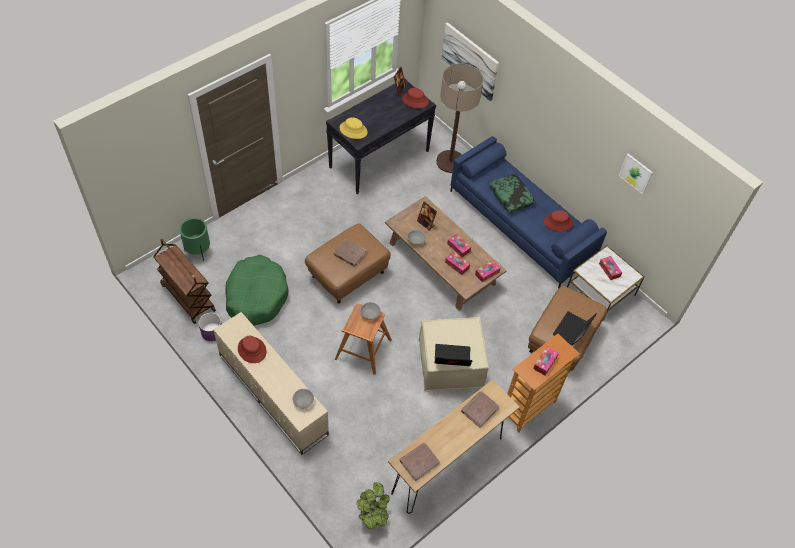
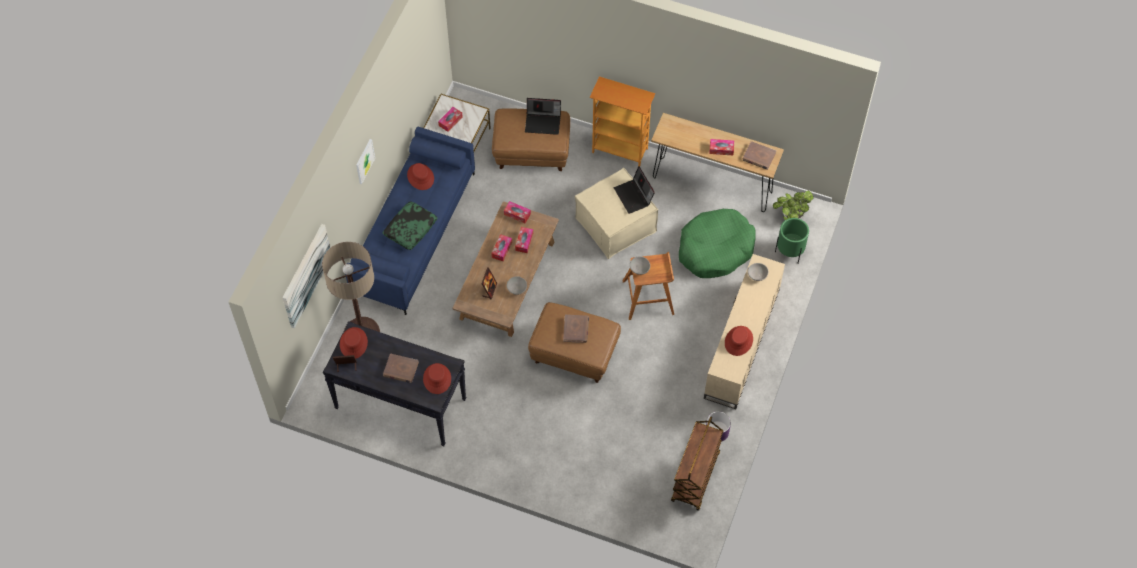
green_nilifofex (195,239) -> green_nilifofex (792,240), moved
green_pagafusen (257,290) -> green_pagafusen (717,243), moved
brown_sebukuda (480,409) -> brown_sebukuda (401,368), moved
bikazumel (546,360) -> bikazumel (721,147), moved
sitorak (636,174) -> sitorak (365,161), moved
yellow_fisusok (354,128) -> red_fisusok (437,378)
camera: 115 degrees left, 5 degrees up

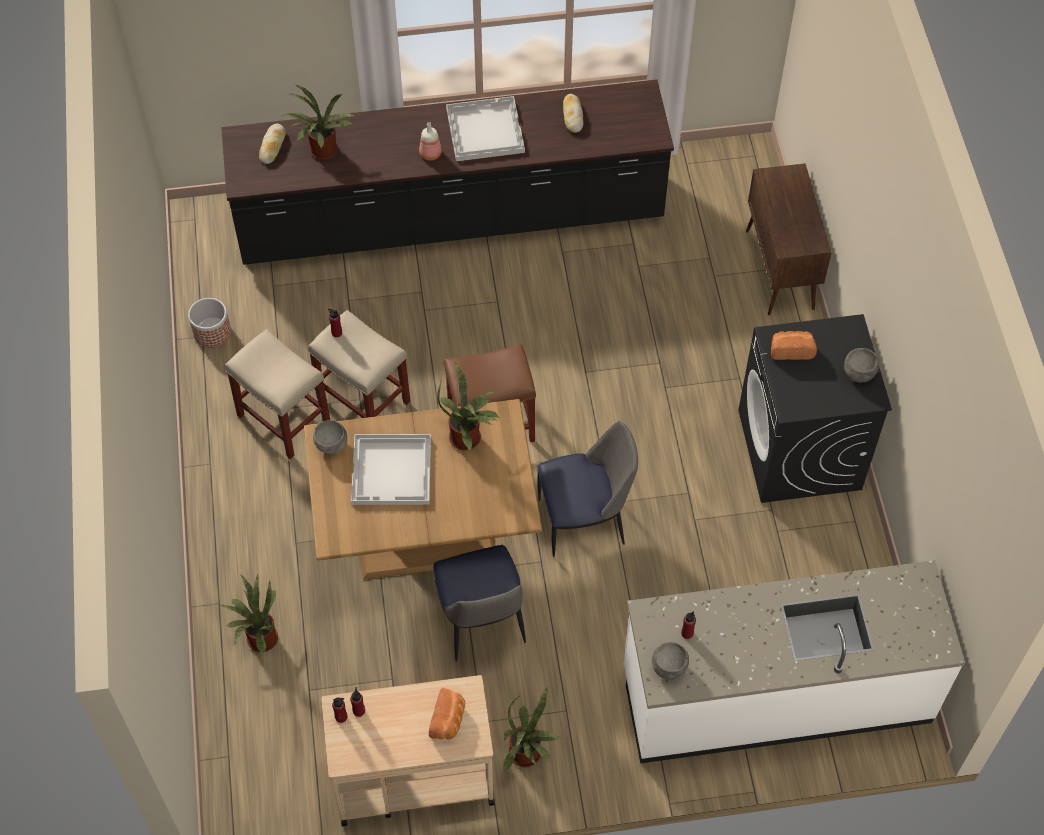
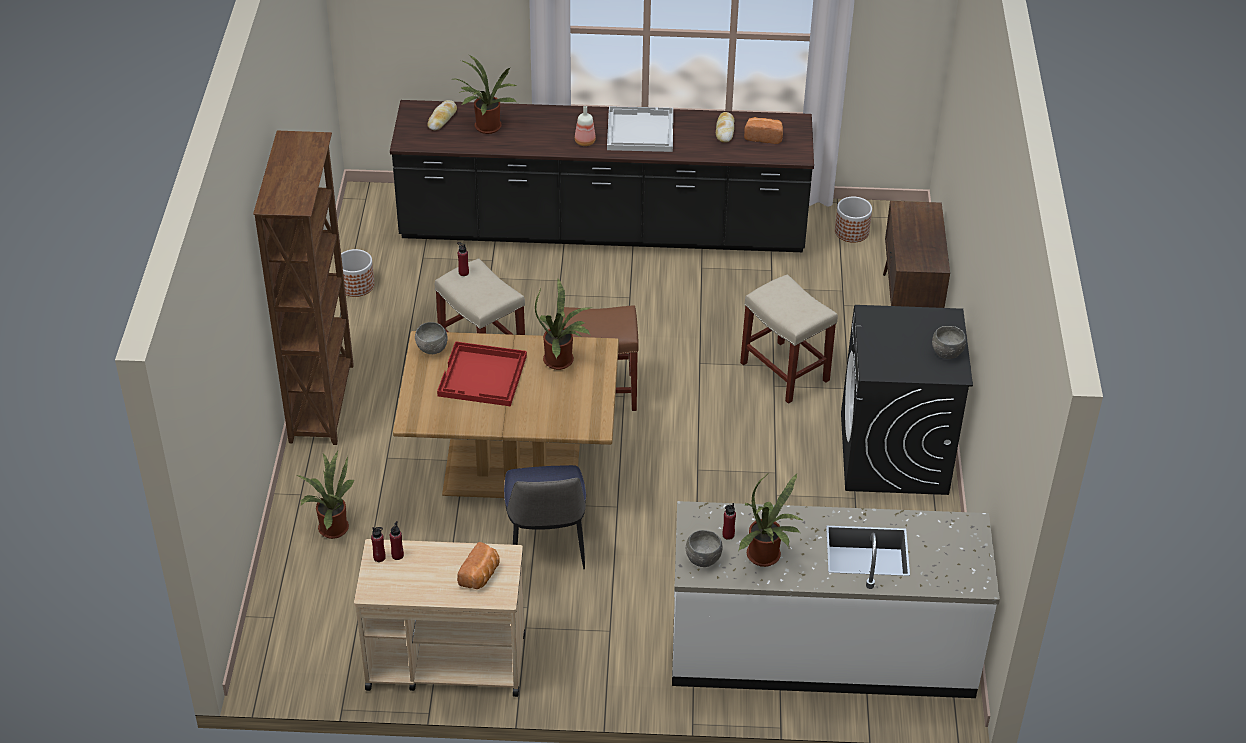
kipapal (587,489) -> none
none -> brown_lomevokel (303,288)
none -> nilifofex (853,220)
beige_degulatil (277,394) -> beige_degulatil (789,339), moved
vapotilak (531,729) -> vapotilak (771,520), moved
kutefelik (794,345) -> kutefelik (763,130), moved
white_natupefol (391,469) -> red_natupefol (482,373)
camera: 10 degrees right, 15 degrees down

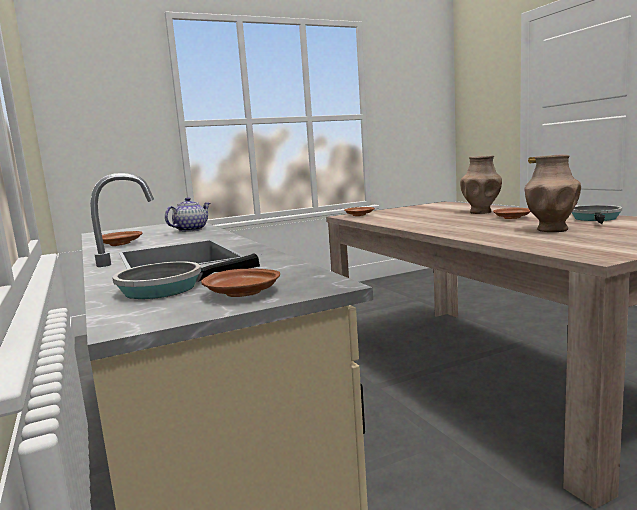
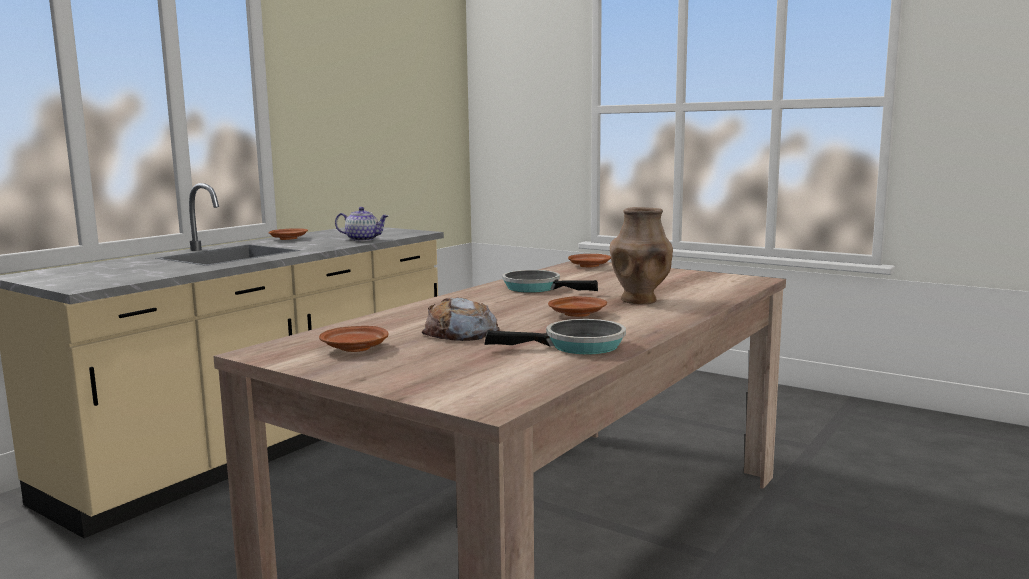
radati (186,276) -> radati (550,281), moved
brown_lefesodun (240,282) -> brown_lefesodun (354,339), moved
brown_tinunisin (552,193) -> kutefelik (461,319)
camera: 60 degrees right, 0 degrees up

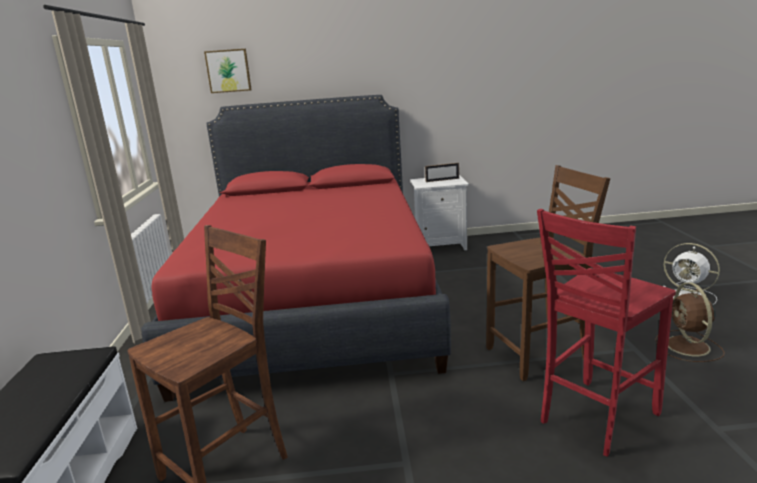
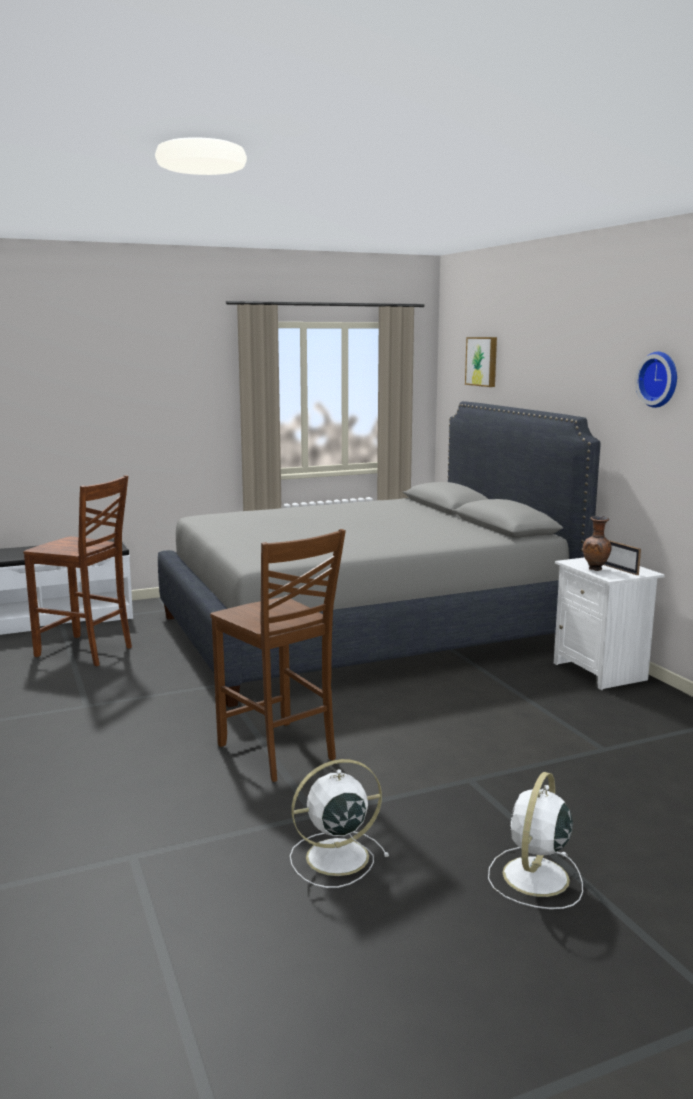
red_kipapal (606,333) -> none
none -> brown_tinunisin (597,543)
none -> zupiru (656,380)
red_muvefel (296,248) -> grey_muvefel (379,554)
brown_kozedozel (690,322) -> white_kozedozel (339,823)
camera: 70 degrees right, 5 degrees down

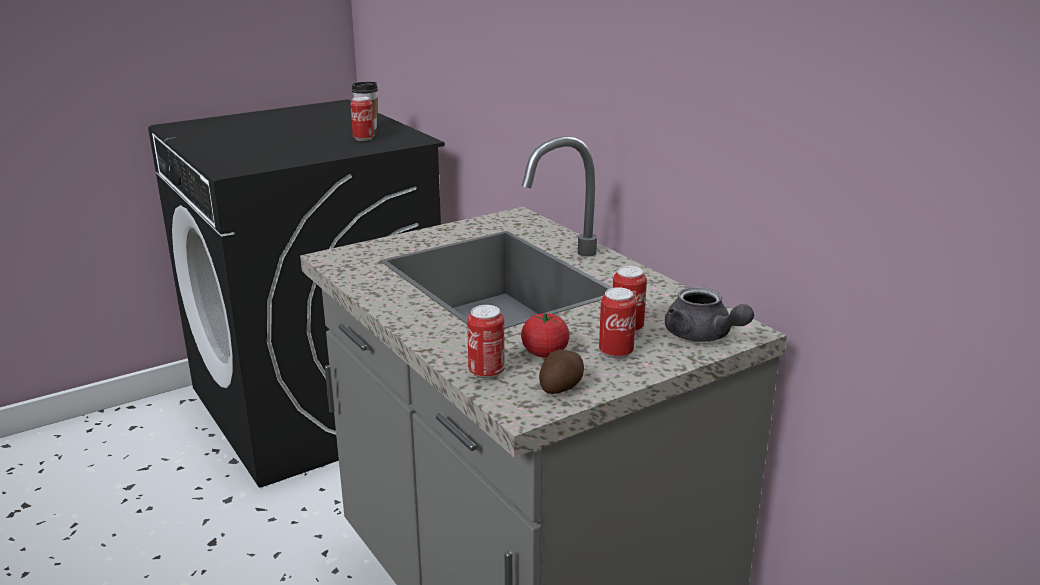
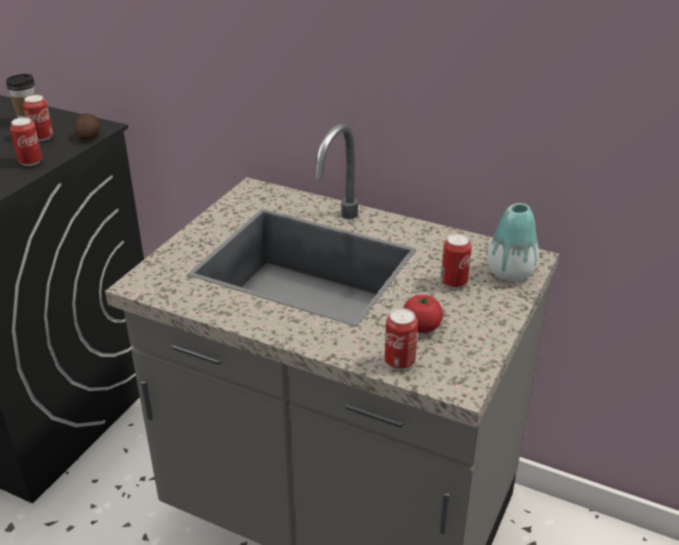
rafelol (561,371) -> rafelol (88,126), moved
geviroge (618,323) -> geviroge (26,141), moved
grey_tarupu (709,314) -> tinunisin (513,242)
camera: 30 degrees left, 10 degrees up

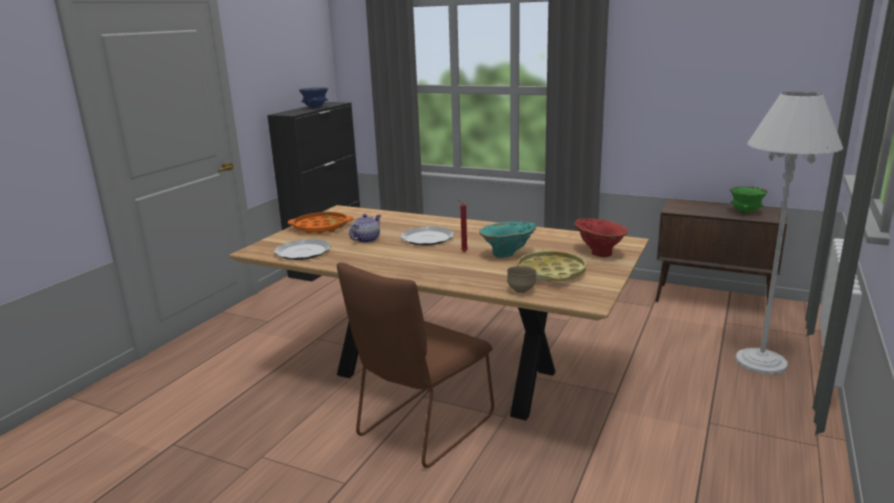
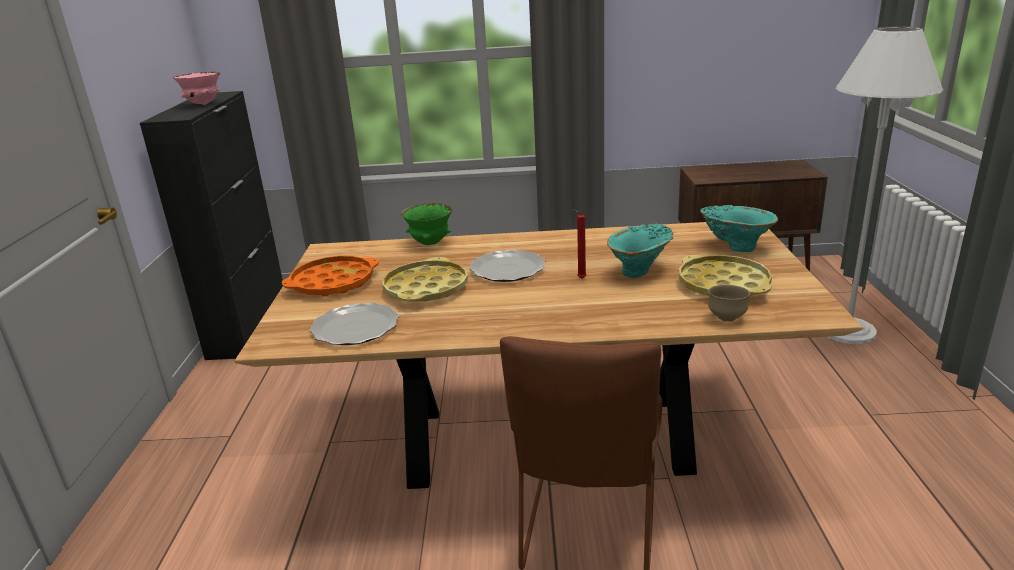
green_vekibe (748,199) -> green_vekibe (426,224), moved
tarupu (365,228) -> yellow_natupefol (425,279)
blue_vekibe (314,98) -> pink_vekibe (196,89)
red_tinunisin (601,237) -> turquoise_tinunisin (739,228)
camera: 25 degrees left, 5 degrees up

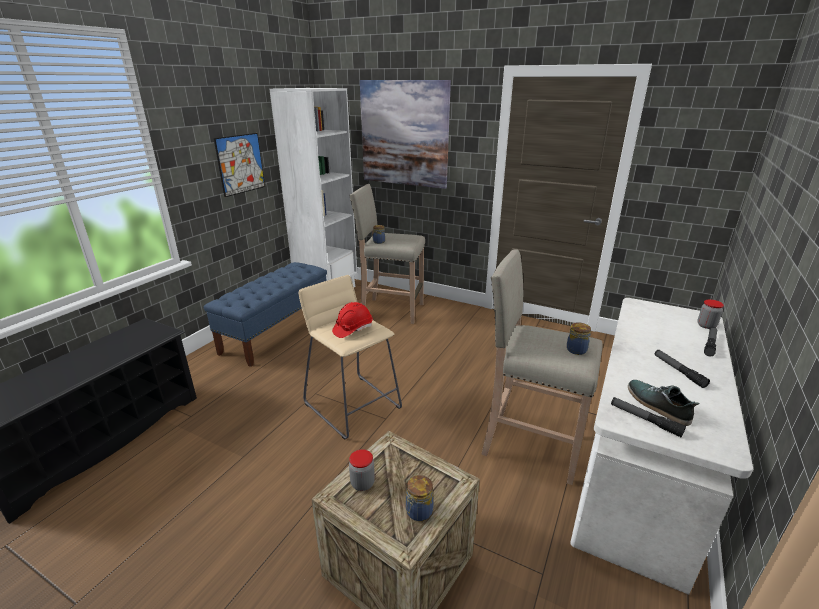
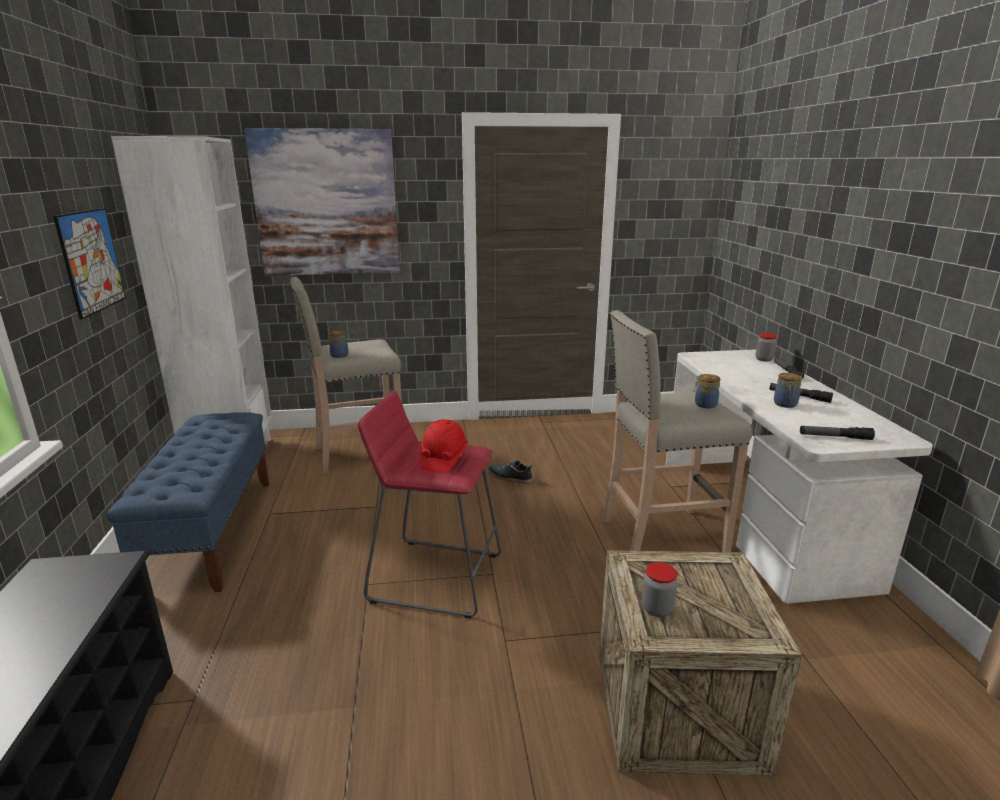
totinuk (419,498) -> totinuk (788,390), moved
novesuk (664,403) -> novesuk (510,472), moved
beige_degulatil (350,357) -> red_degulatil (429,504)
camera: 35 degrees left, 5 degrees down

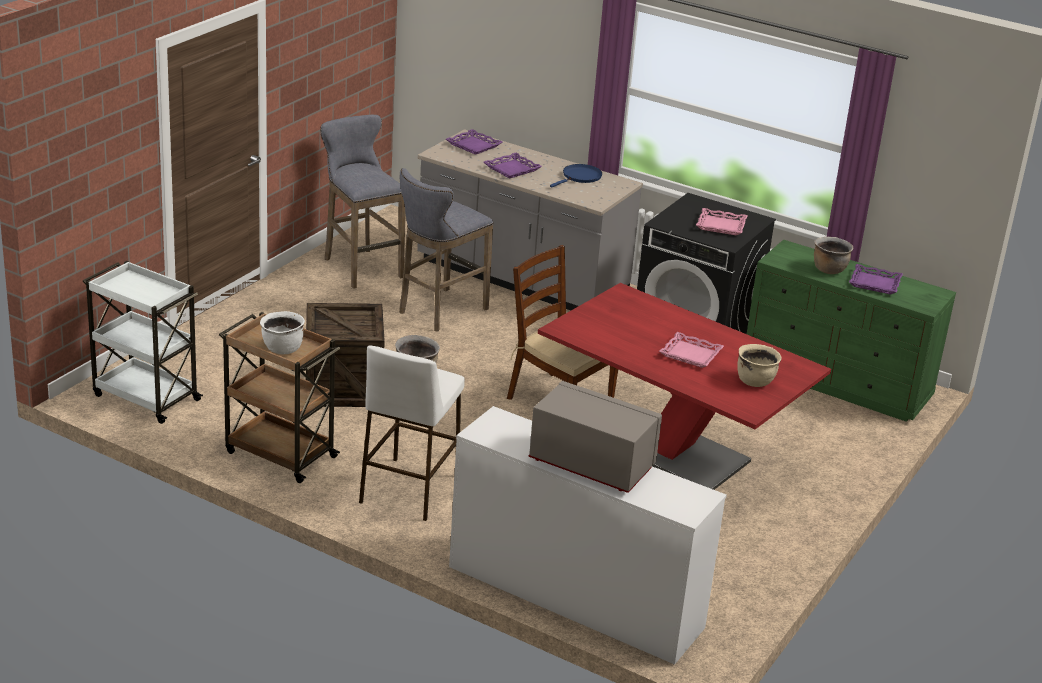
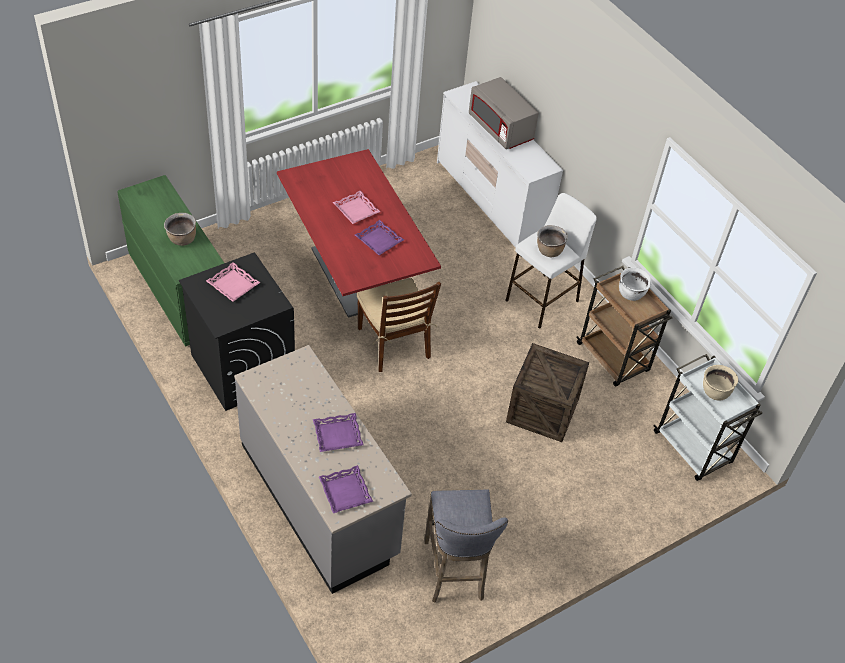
grey_degulatil (446,250) -> none
blue_radati (576,176) -> none
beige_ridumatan (759,365) -> beige_ridumatan (720,382), moved
purple_natupefol (876,279) -> purple_natupefol (379,237), moved
camera: 155 degrees left, 20 degrees up

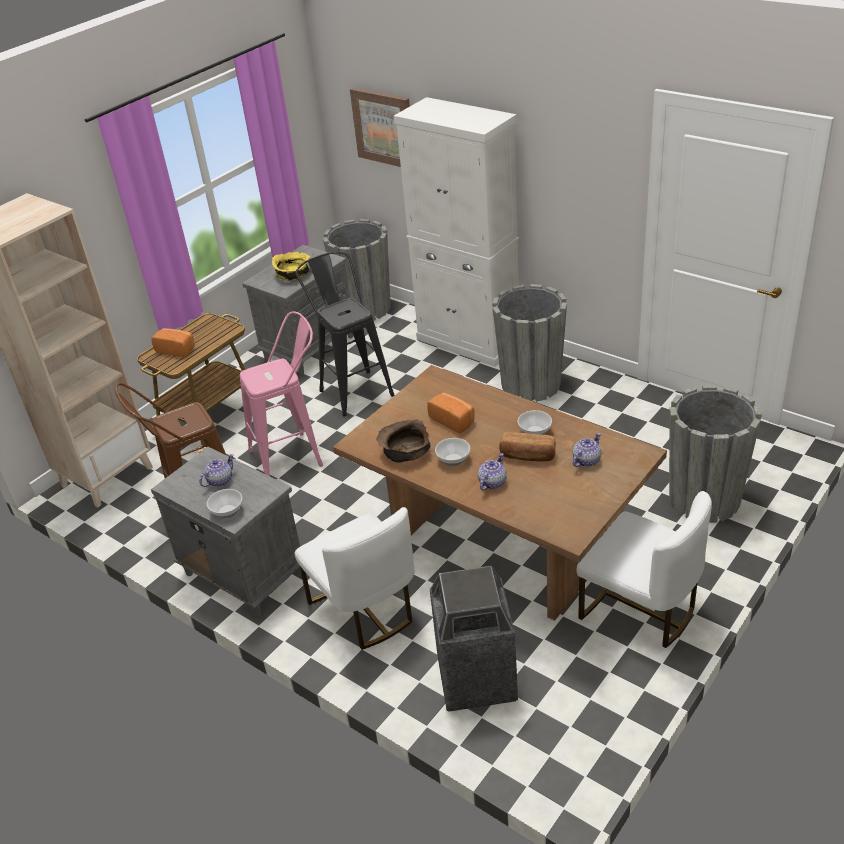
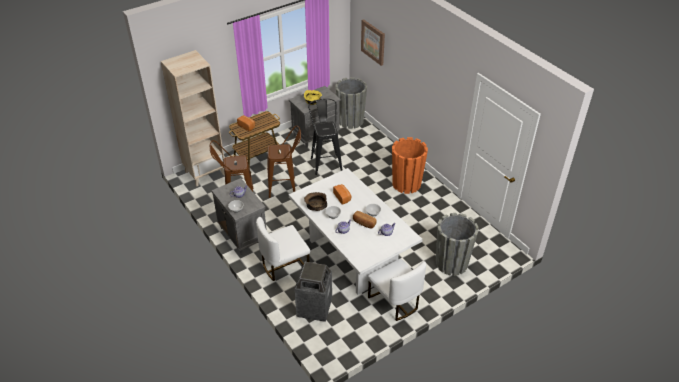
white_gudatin (456,232) -> none
pink_degulatil (281,393) -> brown_degulatil (284,162)
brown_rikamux (500,493) -> white_rikamux (355,231)
grey_nilifofex (529,343) -> orange_nilifofex (410,165)
white_kipapal (354,578) -> white_kipapal (283,249), 75 degrees clockwise
camera: 15 degrees right, 5 degrees up

